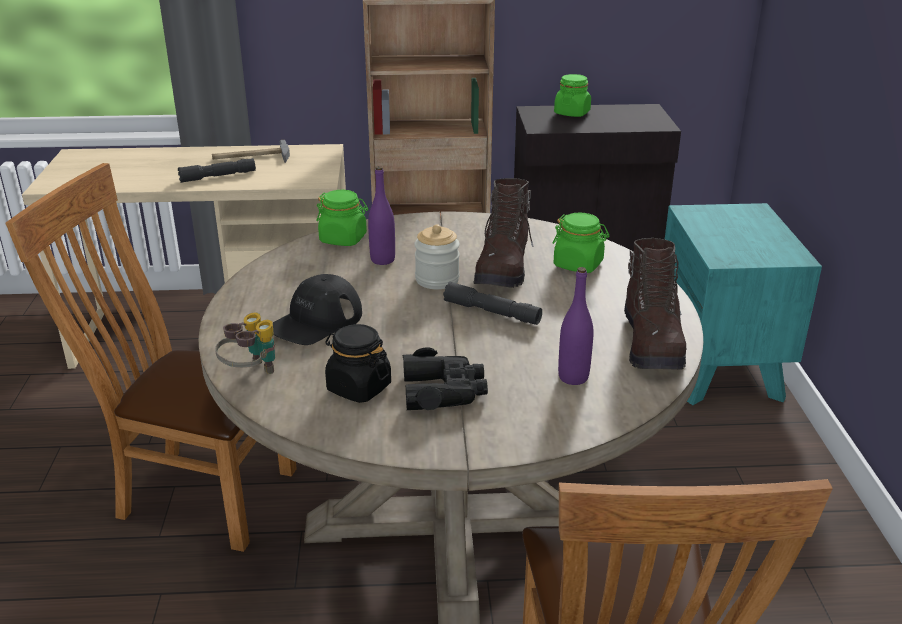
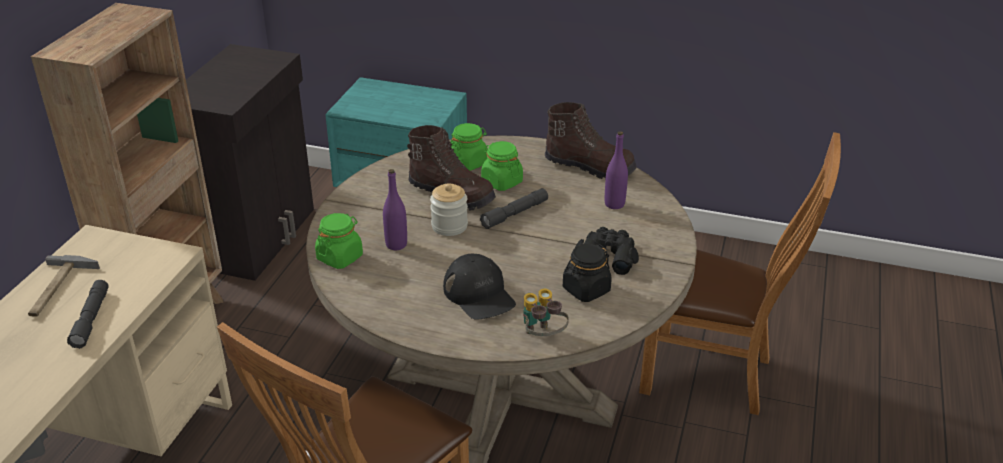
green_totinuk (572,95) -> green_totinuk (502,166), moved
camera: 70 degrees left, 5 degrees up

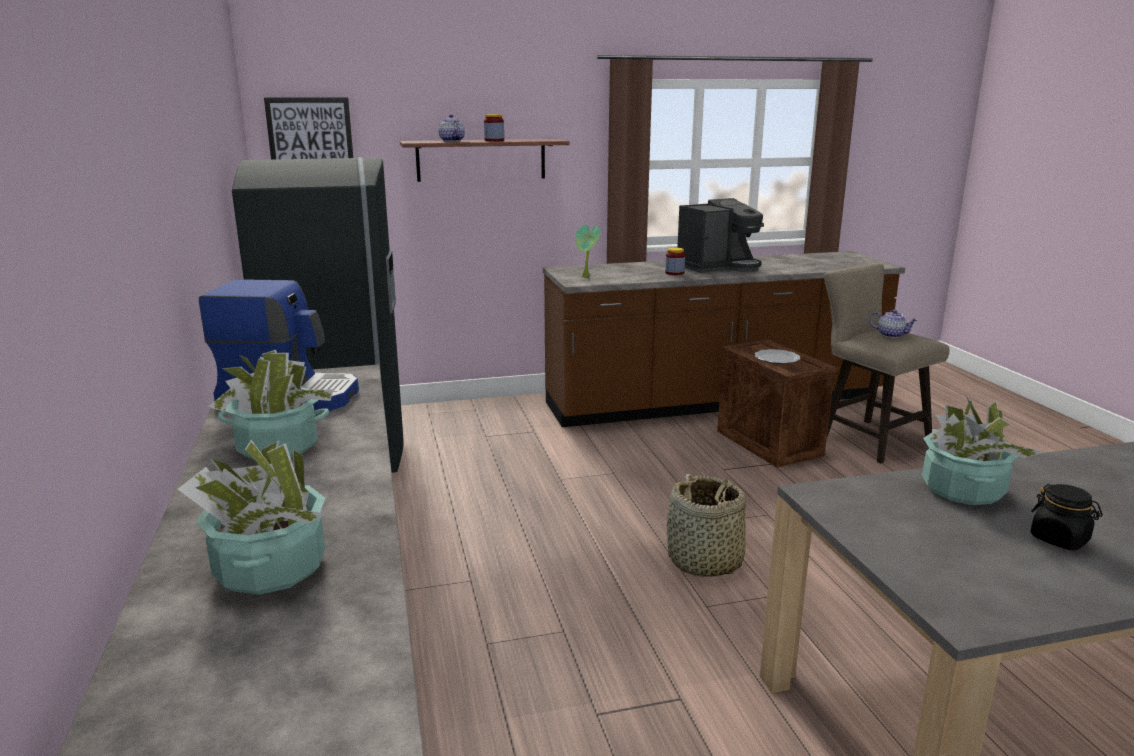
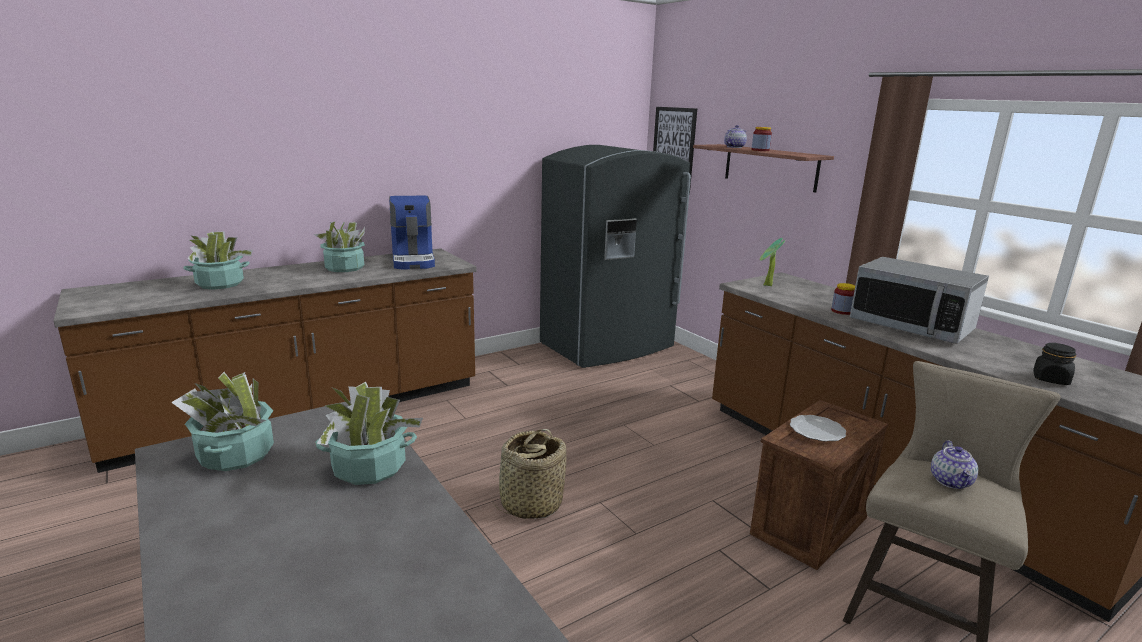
none -> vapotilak (222,421)
black_totinuk (1066,517) -> black_totinuk (1054,364), moved
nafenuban (720,235) -> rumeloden (919,300)
camera: 70 degrees right, 0 degrees up

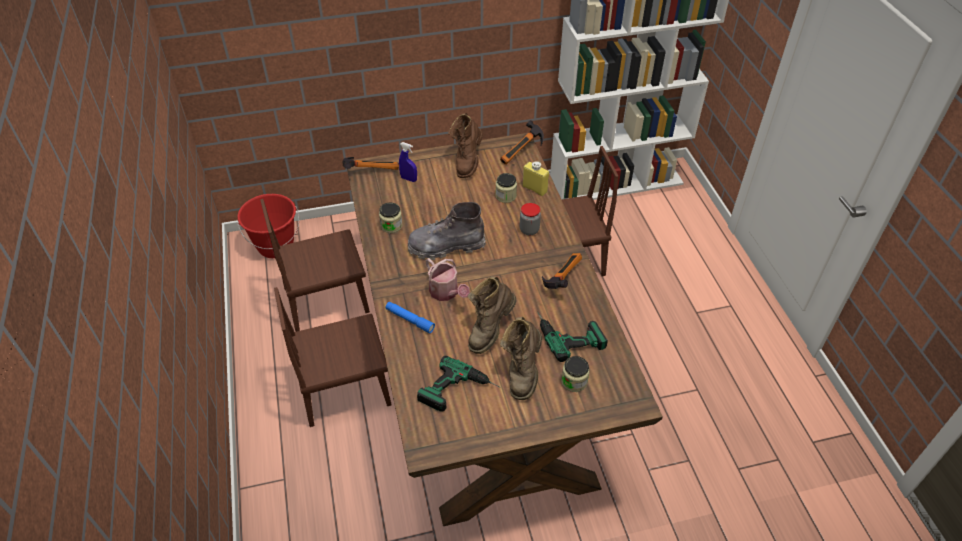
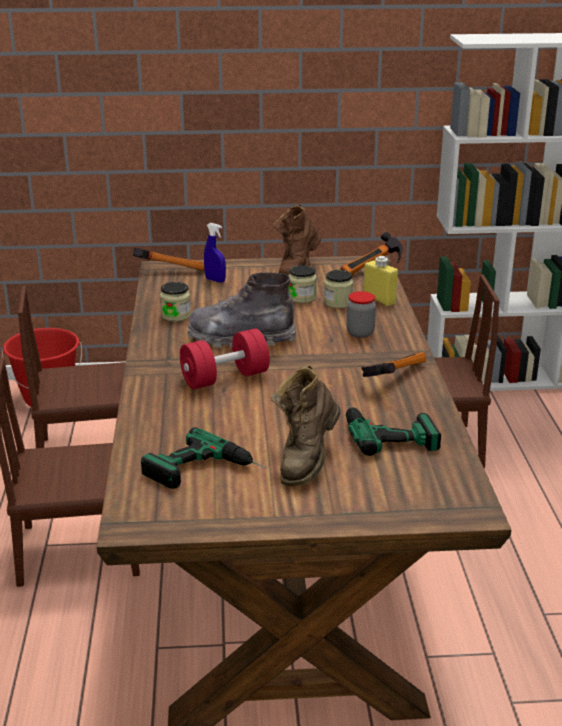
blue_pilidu (410,317) -> none
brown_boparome (492,315) -> none
totinuk (575,374) -> totinuk (302,284), moved
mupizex (447,279) -> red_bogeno (225,358)
camera: 10 degrees right, 20 degrees down

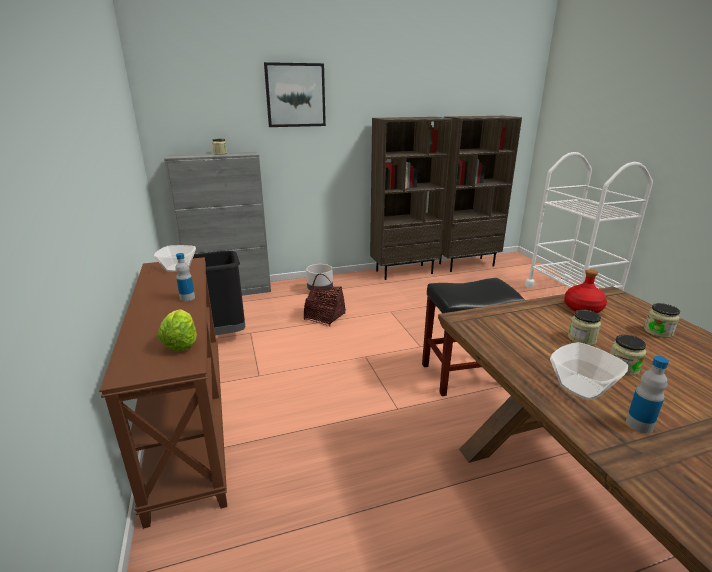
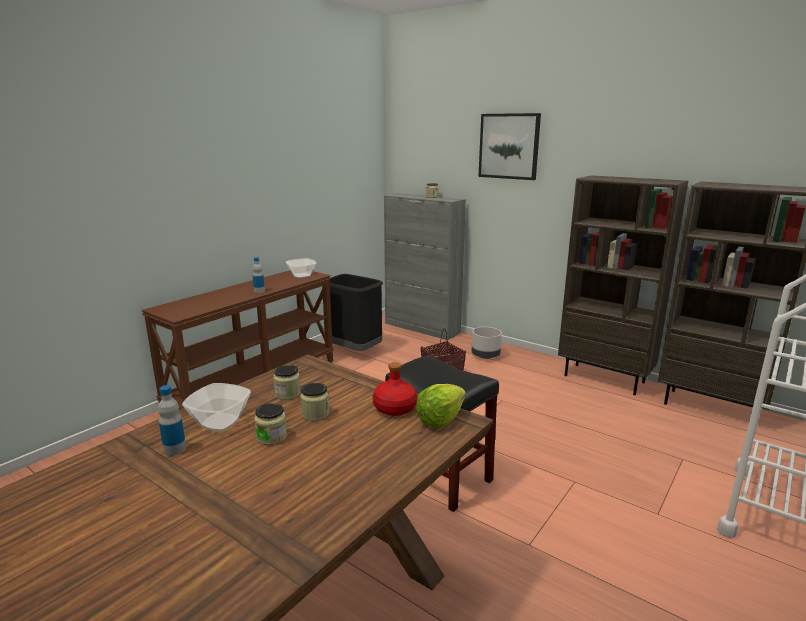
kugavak (177,330) -> kugavak (441,406), moved
totinuk (662,320) -> totinuk (287,382), moved
camera: 55 degrees right, 5 degrees down

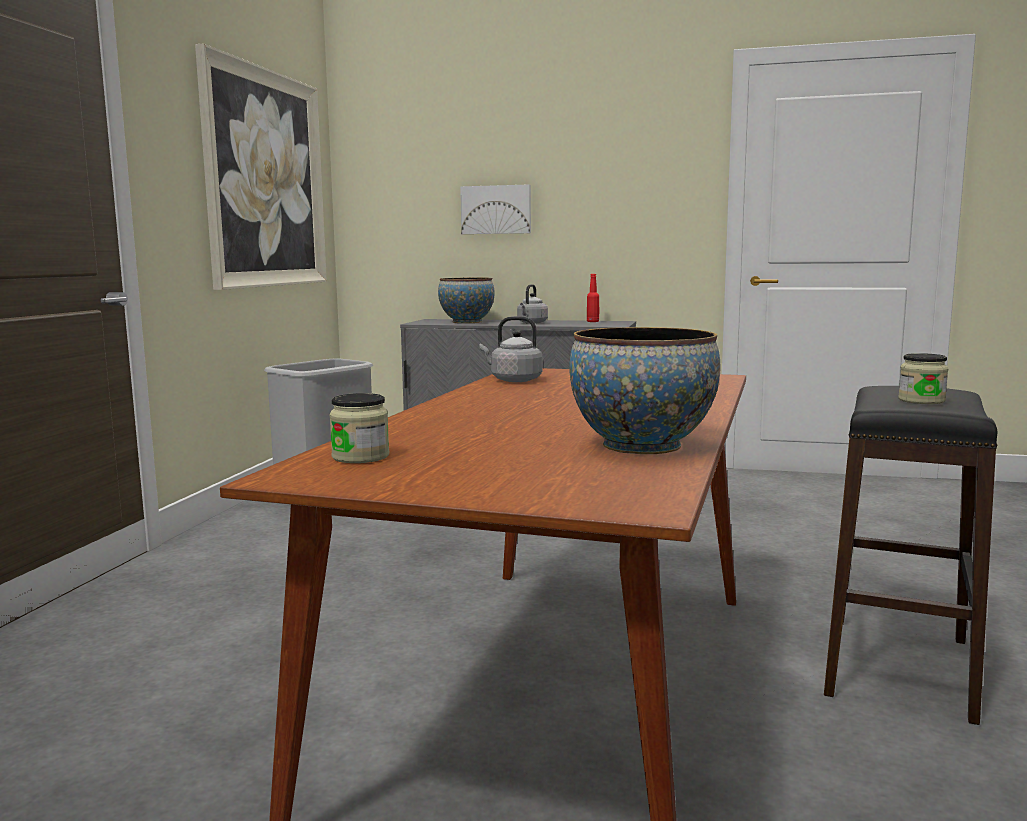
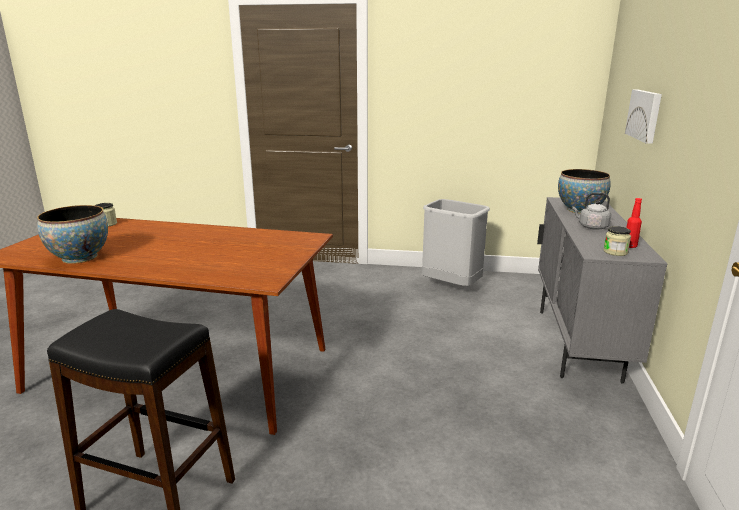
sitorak (261,166) -> none
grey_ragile (511,349) -> none
totinuk (923,378) -> totinuk (617,241), moved
camera: 85 degrees right, 10 degrees up

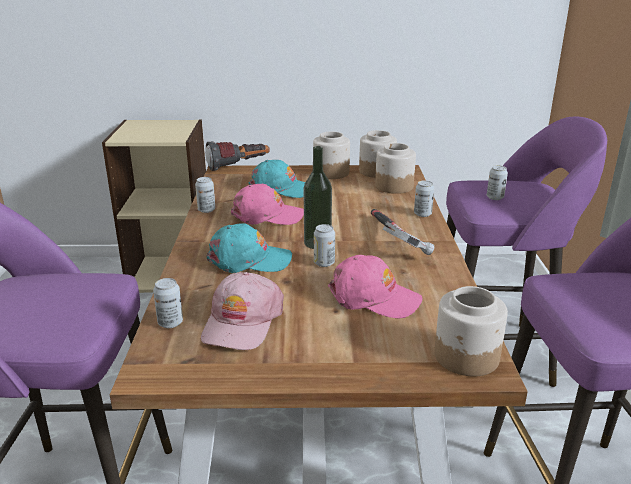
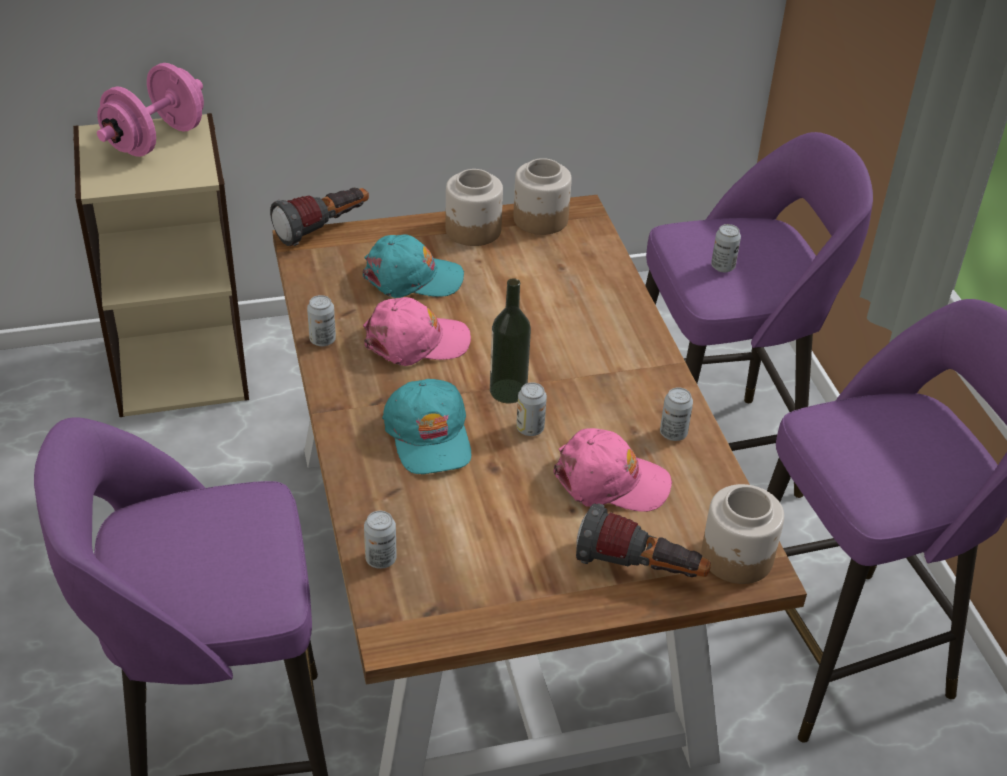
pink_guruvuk (242,311) -> none
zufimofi (402,232) -> none
totinuk (395,168) -> none
none -> pink_bogeno (150,110)
none -> pilidu (643,540)
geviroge (424,198) -> geviroge (676,414), moved
turquoise_guruvuk (249,248) -> turquoise_guruvuk (426,426), 90 degrees clockwise
camera: 15 degrees left, 15 degrees up

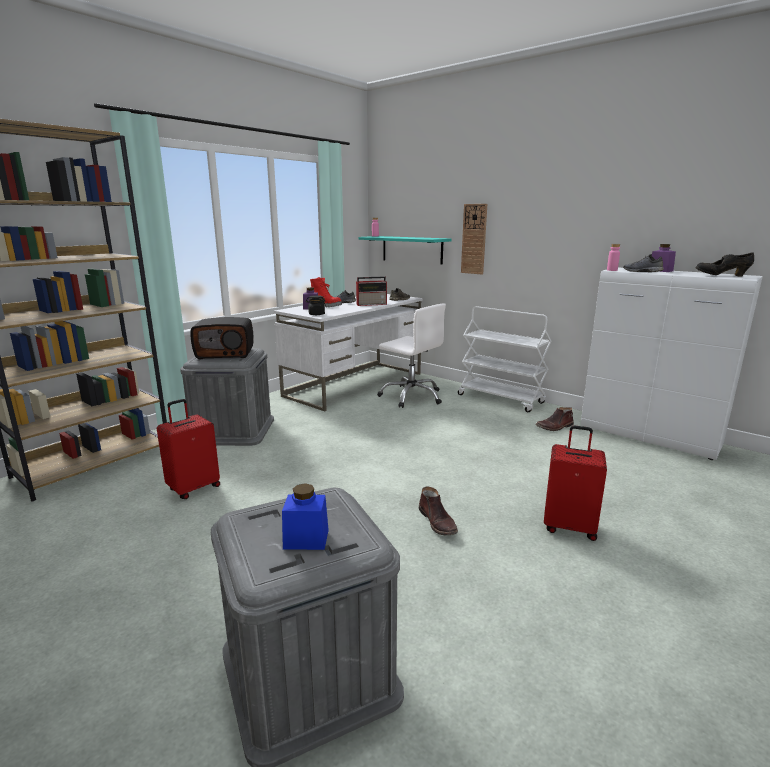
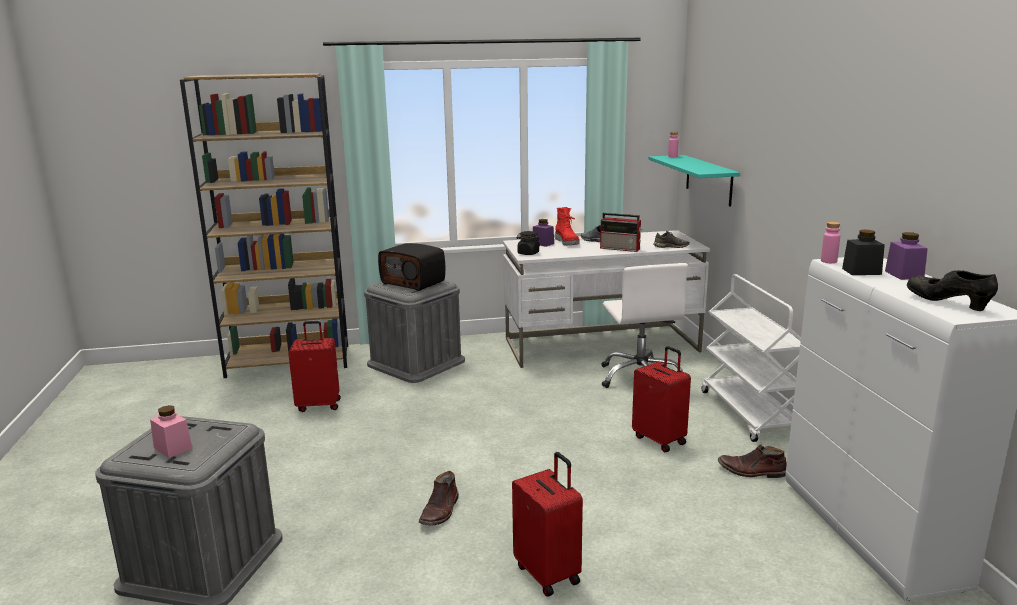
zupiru (474,239) -> none
none -> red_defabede (661,399)
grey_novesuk (643,263) -> black_totinuk (863,252)
blue_totinuk (305,516) -> pink_totinuk (171,431)
camera: 40 degrees right, 0 degrees up

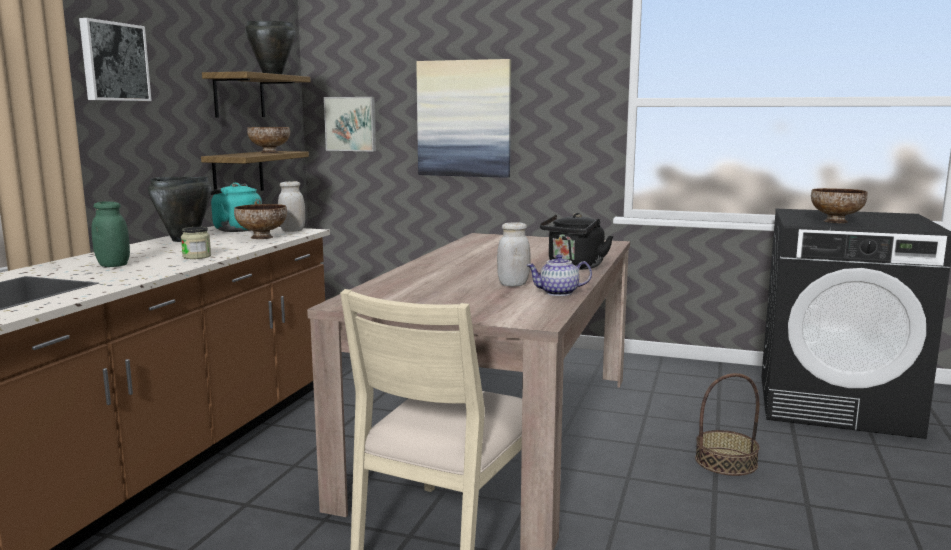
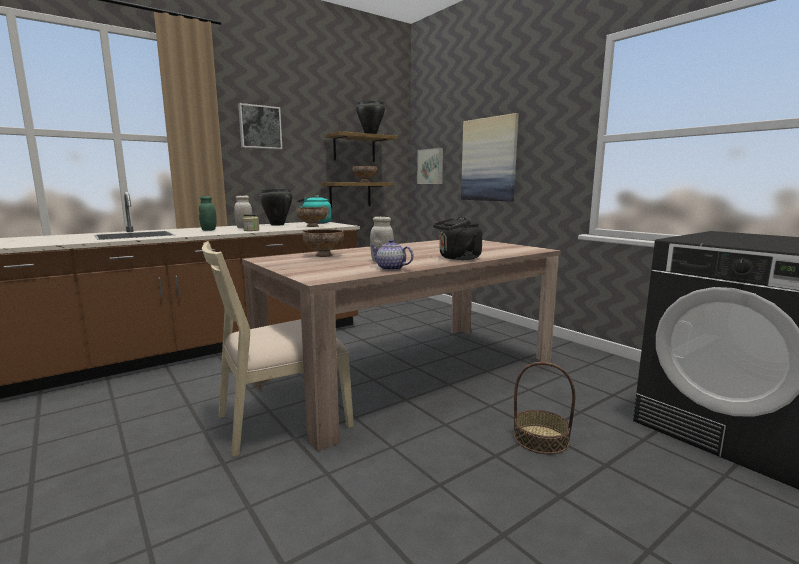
white_totinuk (291,206) -> white_totinuk (243,212), moved
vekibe (839,205) -> vekibe (323,243), moved
camera: 35 degrees right, 0 degrees up

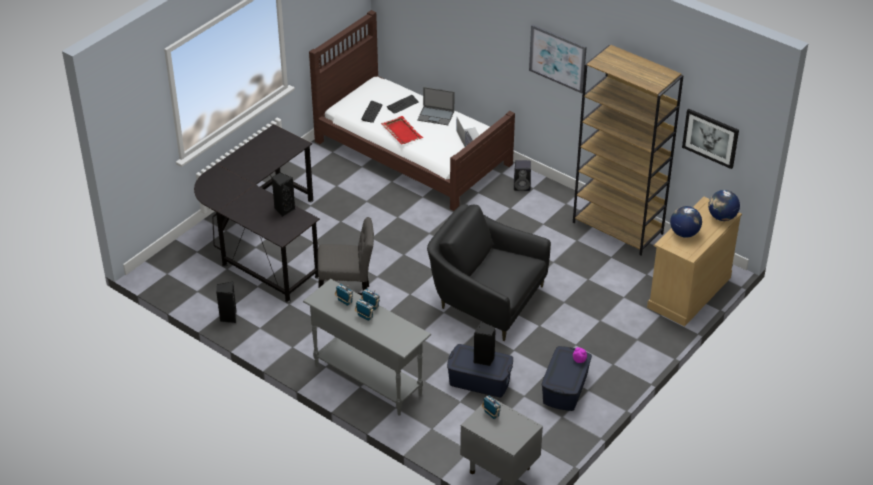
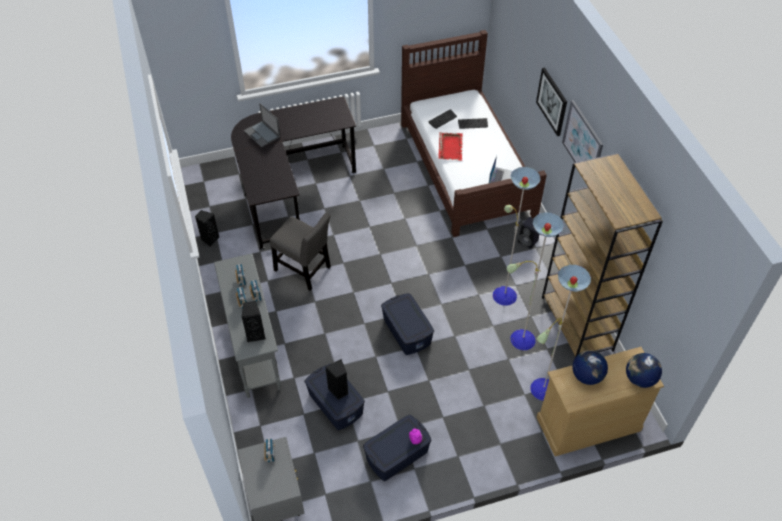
none -> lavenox (542,284)
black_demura (283,195) -> black_demura (253,321), moved
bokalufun (435,106) -> bokalufun (262,125), moved
sitorak (710,139) -> sitorak (551,101), moved
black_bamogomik (489,272) -> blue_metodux (407,324)
camera: 35 degrees right, 10 degrees up

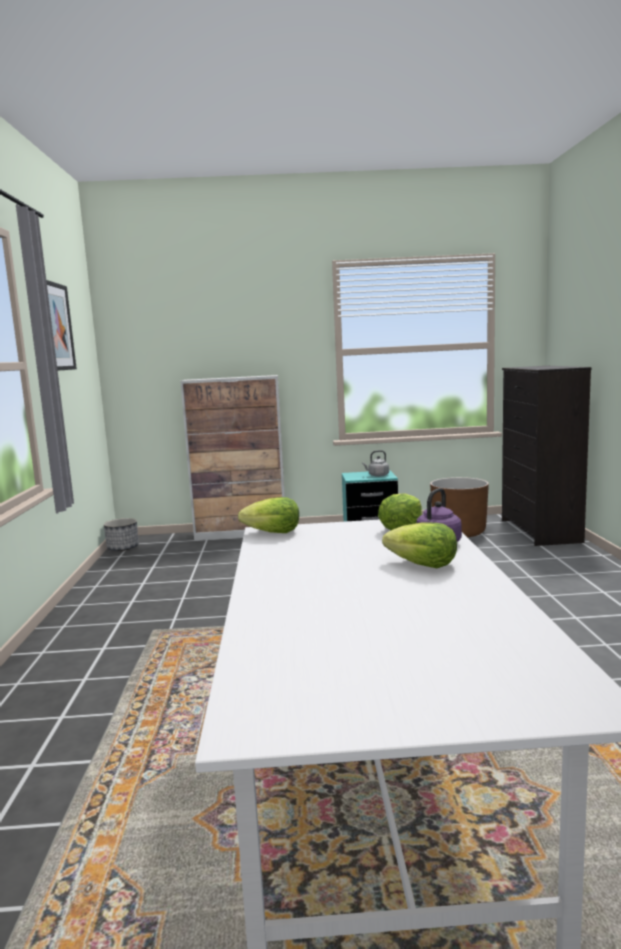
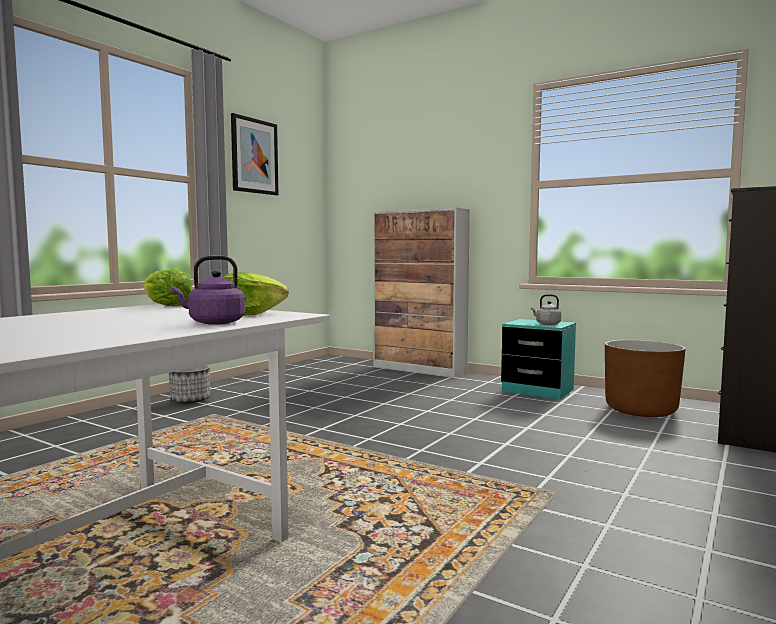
kugavak (419,545) -> none
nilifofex (121,534) -> nilifofex (189,384), moved
camera: 35 degrees right, 5 degrees down

